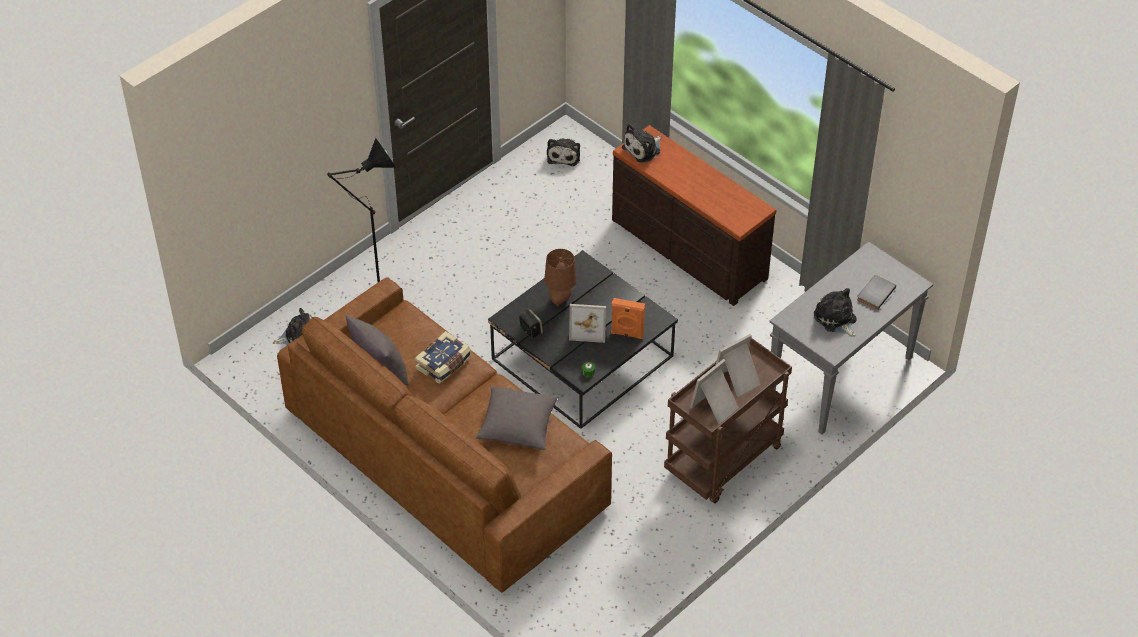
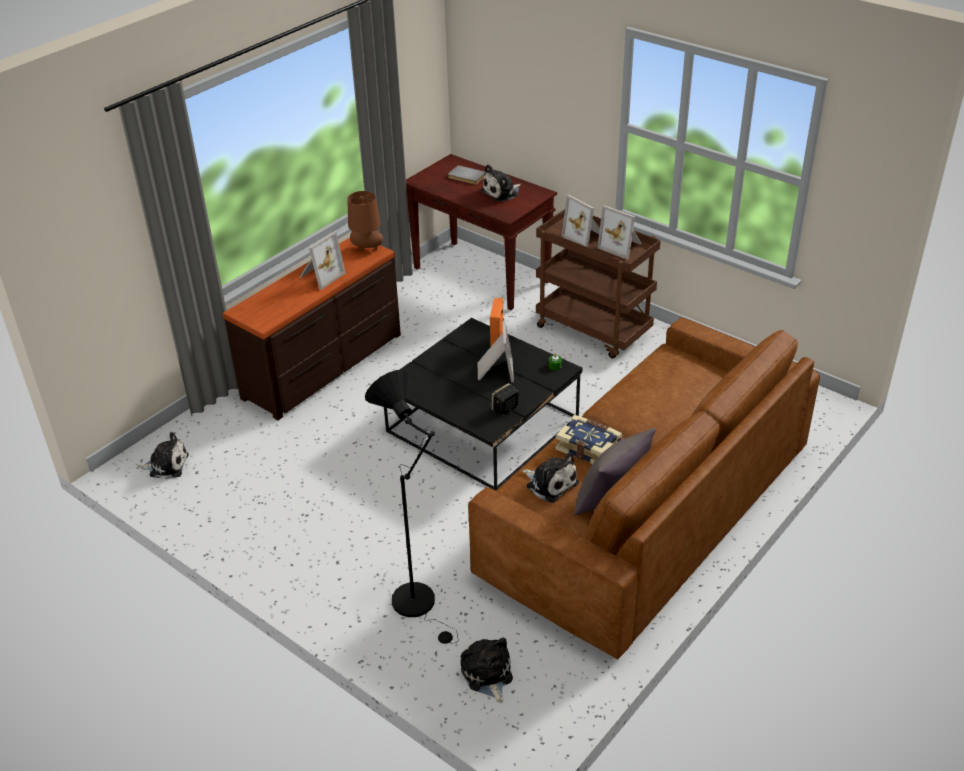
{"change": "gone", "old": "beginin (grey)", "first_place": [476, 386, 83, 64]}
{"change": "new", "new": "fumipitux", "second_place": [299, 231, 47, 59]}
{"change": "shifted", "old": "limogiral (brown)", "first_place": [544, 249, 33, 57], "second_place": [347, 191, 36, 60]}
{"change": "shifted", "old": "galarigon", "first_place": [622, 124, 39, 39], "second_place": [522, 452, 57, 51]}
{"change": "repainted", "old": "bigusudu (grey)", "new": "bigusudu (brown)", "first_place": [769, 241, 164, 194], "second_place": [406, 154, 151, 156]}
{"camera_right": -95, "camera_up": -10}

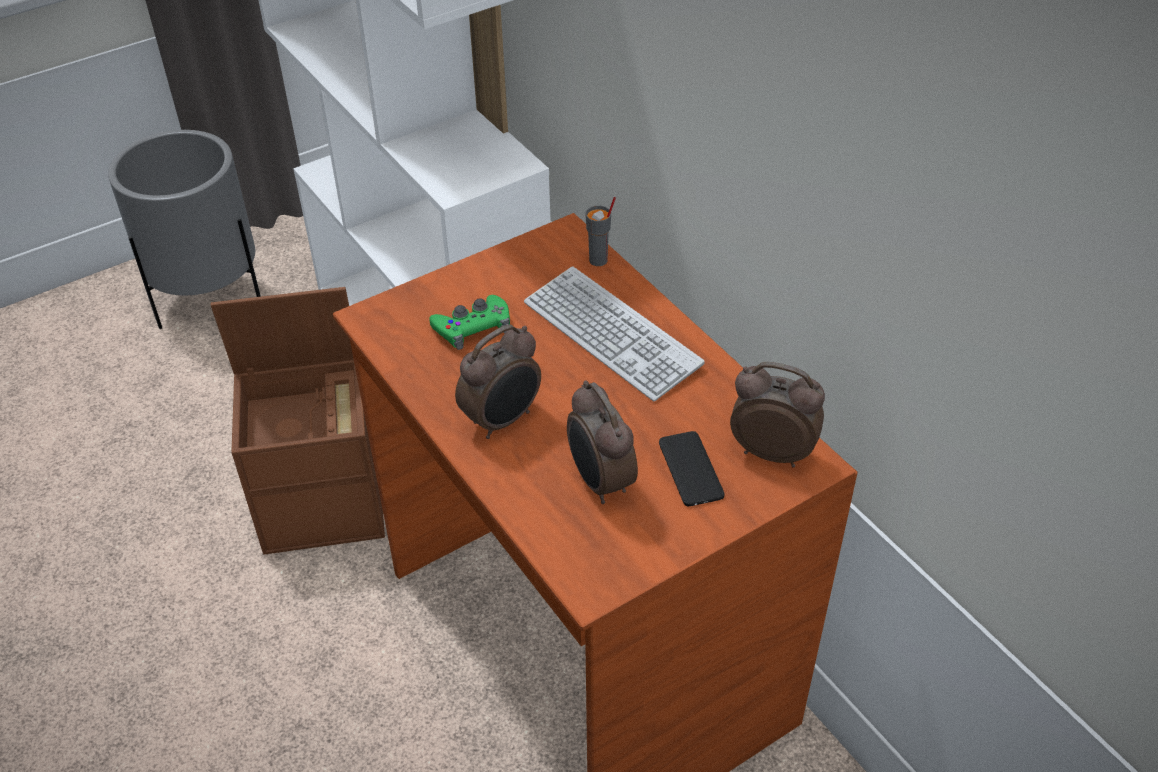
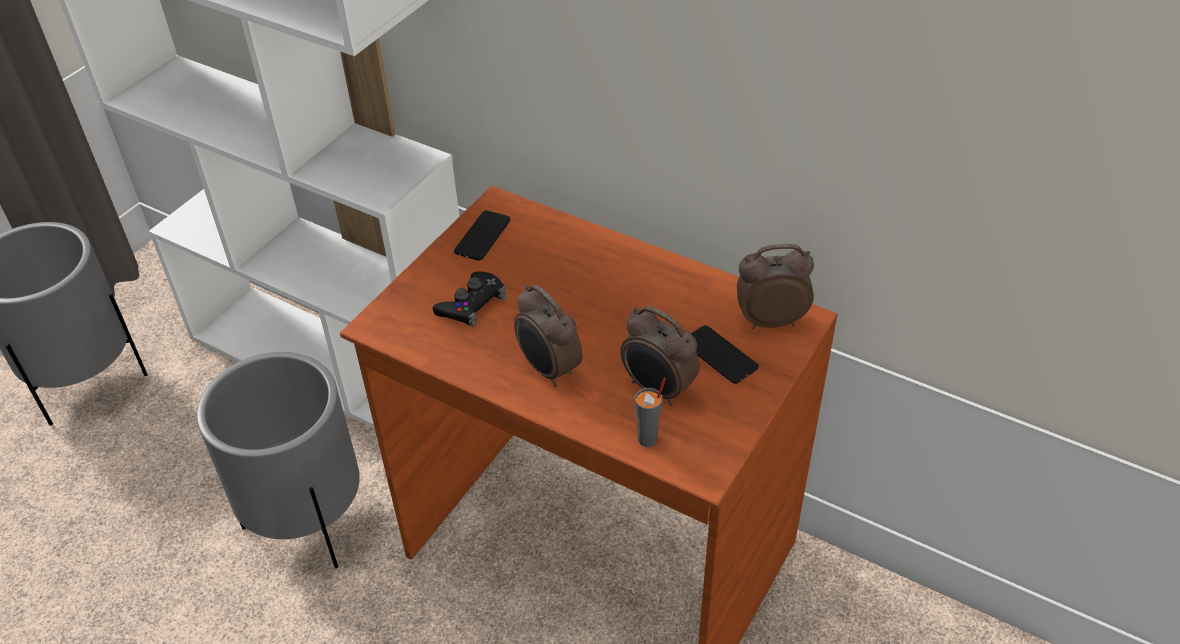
{"change": "gone", "old": "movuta", "first_place": [524, 267, 181, 134]}
{"change": "new", "new": "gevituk", "second_place": [454, 210, 56, 51]}
{"change": "shifted", "old": "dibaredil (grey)", "first_place": [586, 197, 30, 69], "second_place": [635, 378, 31, 69]}
{"change": "swapped", "old": "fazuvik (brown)", "new": "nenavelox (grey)", "first_place": [211, 287, 174, 268], "second_place": [197, 352, 163, 216]}
{"change": "repainted", "old": "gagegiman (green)", "new": "gagegiman (black)", "first_place": [429, 295, 81, 55], "second_place": [433, 272, 73, 54]}
{"change": "rotated", "old": "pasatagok", "first_place": [455, 324, 86, 115], "second_place": [514, 285, 69, 102], "degrees": 120}
{"camera_right": -25, "camera_up": 0}

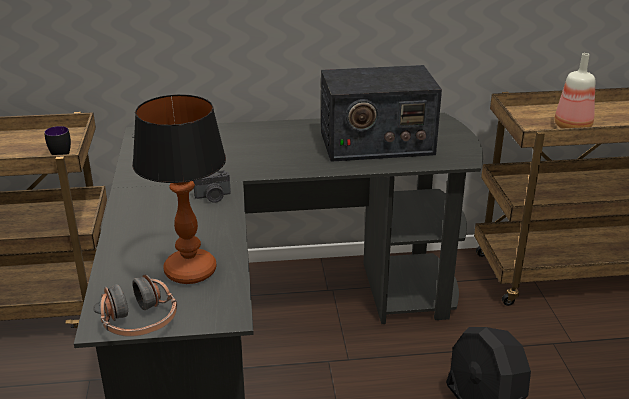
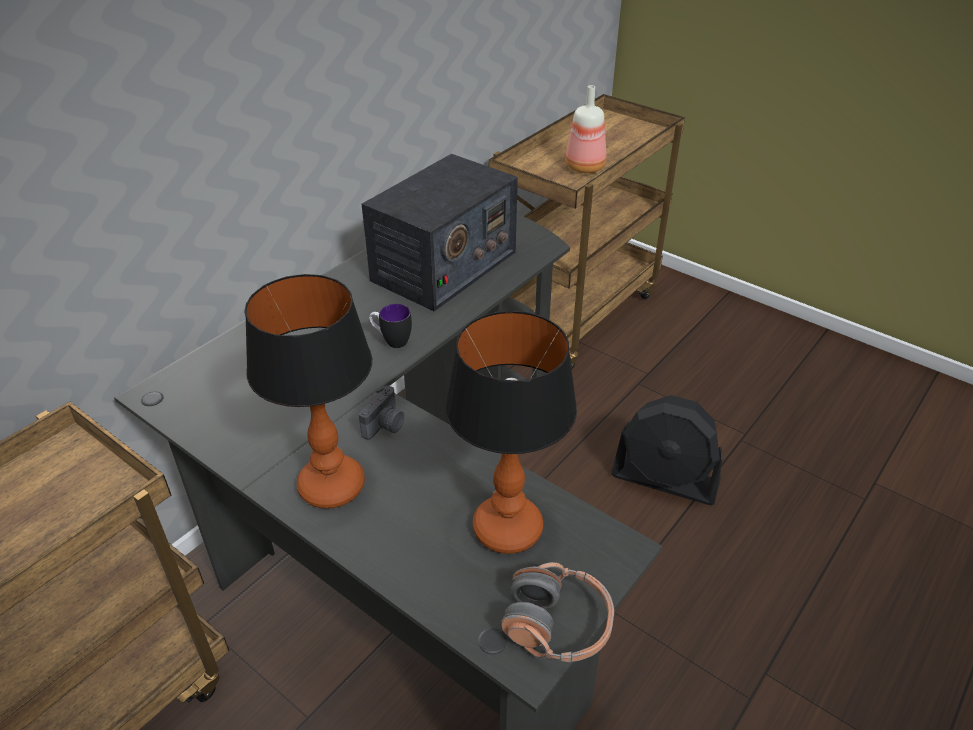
{"change": "new", "new": "limogiral", "second_place": [244, 274, 128, 235]}
{"change": "shifted", "old": "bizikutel", "first_place": [44, 126, 27, 29], "second_place": [369, 304, 43, 44]}
{"camera_right": -45, "camera_up": 10}

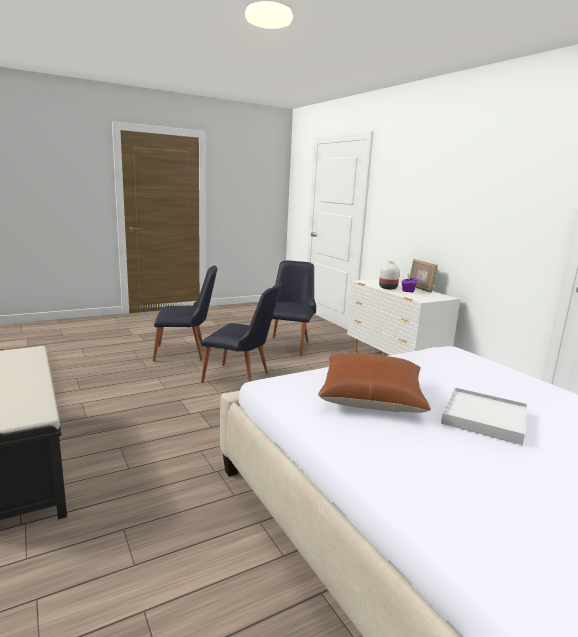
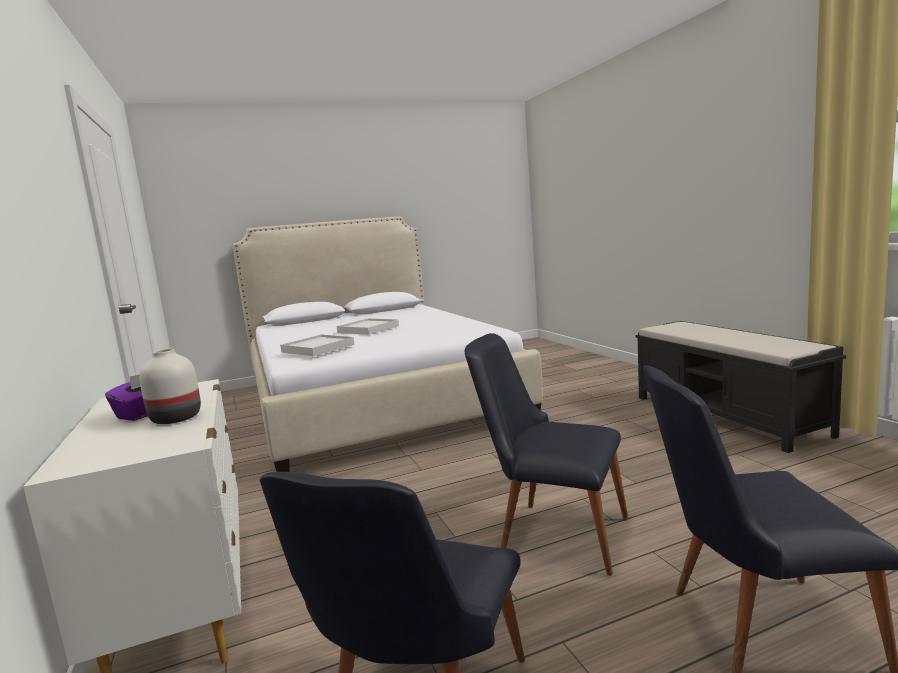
{"change": "gone", "old": "beginin (brown)", "first_place": [318, 353, 113, 60]}
{"change": "gone", "old": "fumipitux", "first_place": [410, 259, 28, 34]}
{"change": "new", "new": "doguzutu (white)", "second_place": [280, 334, 74, 22]}
{"camera_right": -170, "camera_up": -5}

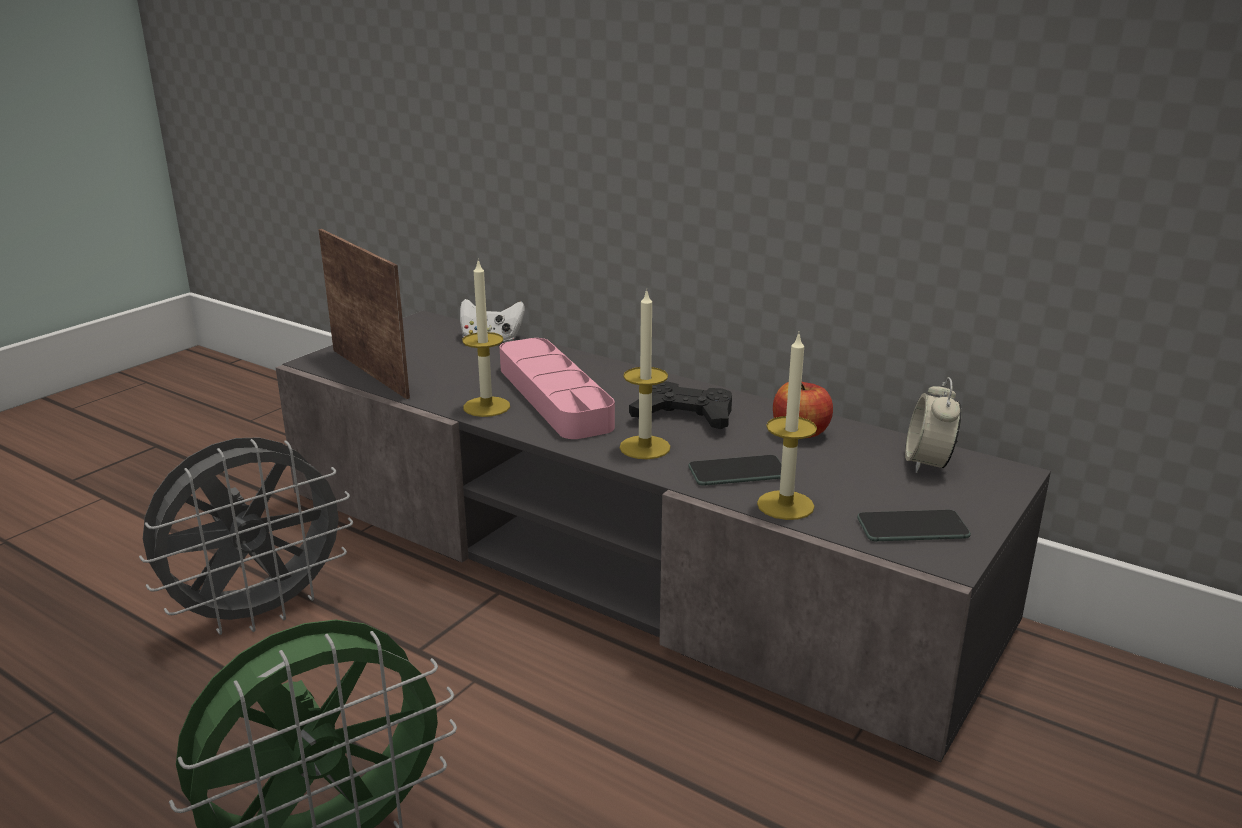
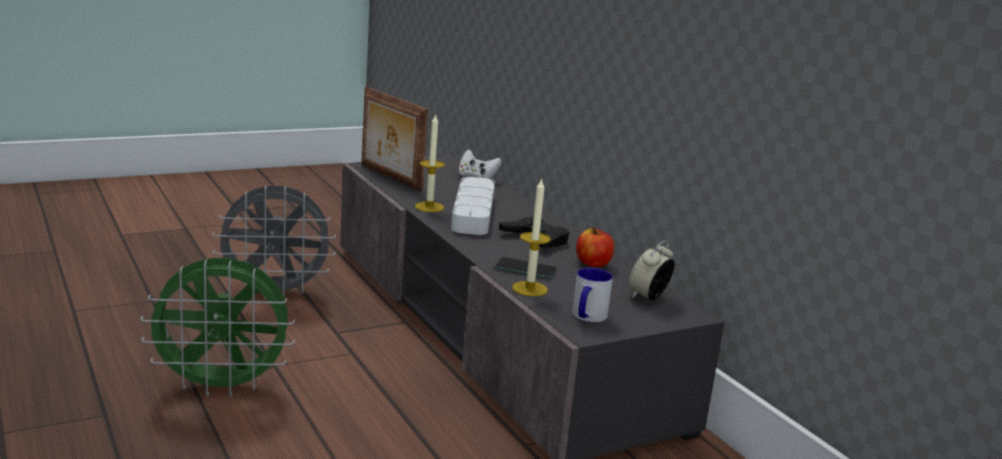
{"change": "gone", "old": "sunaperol", "first_place": [619, 289, 51, 170]}
{"change": "swapped", "old": "gevituk", "new": "bizikutel", "first_place": [857, 510, 114, 31], "second_place": [572, 268, 41, 54]}
{"change": "repainted", "old": "doguzutu (pink)", "new": "doguzutu (grey)", "first_place": [500, 338, 115, 101], "second_place": [451, 177, 44, 58]}
{"change": "rotated", "old": "fumipitux", "first_place": [318, 229, 92, 170], "second_place": [362, 87, 66, 104], "degrees": 150}
{"camera_right": 25, "camera_up": -5}

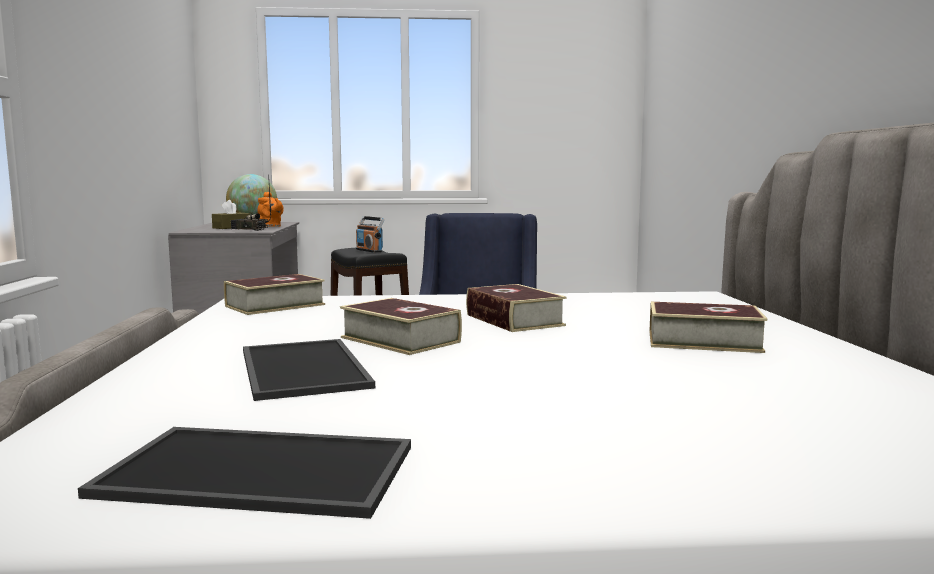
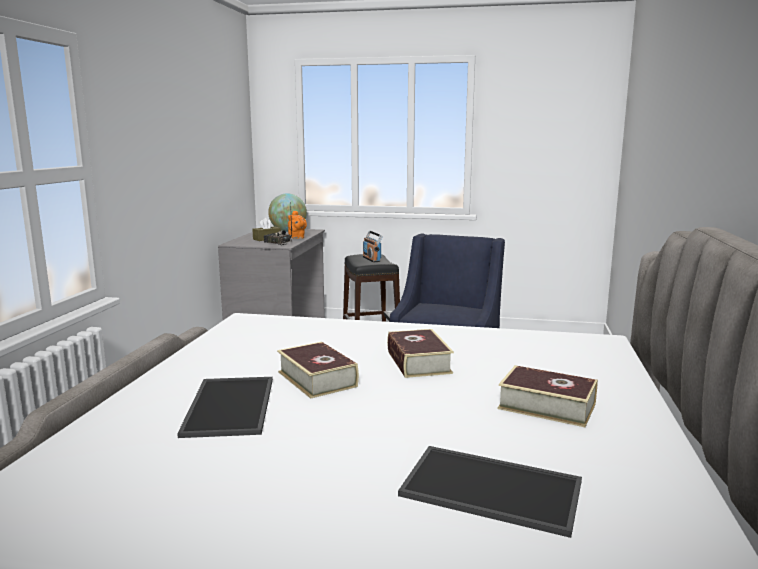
{"change": "gone", "old": "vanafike", "first_place": [224, 274, 101, 41]}
{"change": "shifted", "old": "doguzutu", "first_place": [78, 427, 333, 92], "second_place": [398, 446, 184, 92]}
{"camera_right": 15, "camera_up": 5}

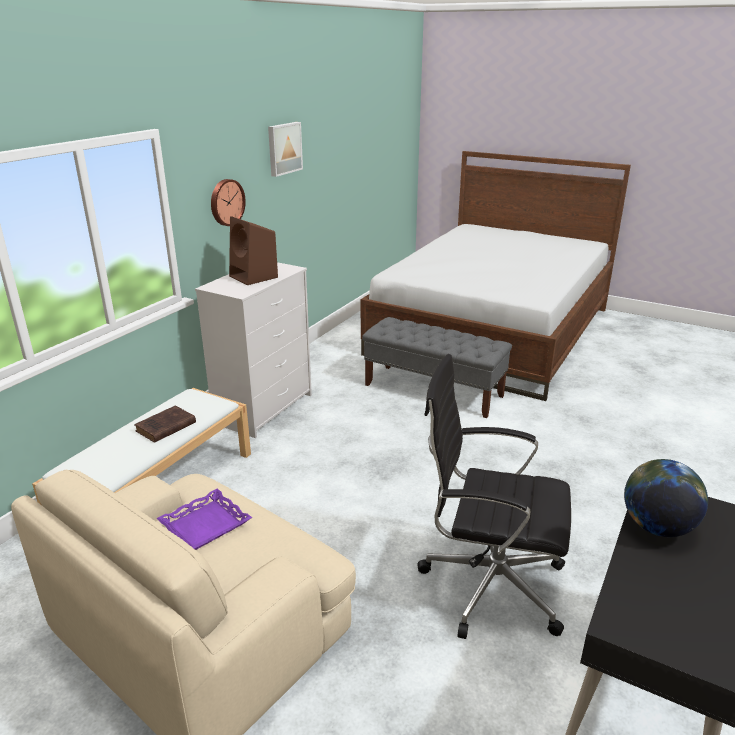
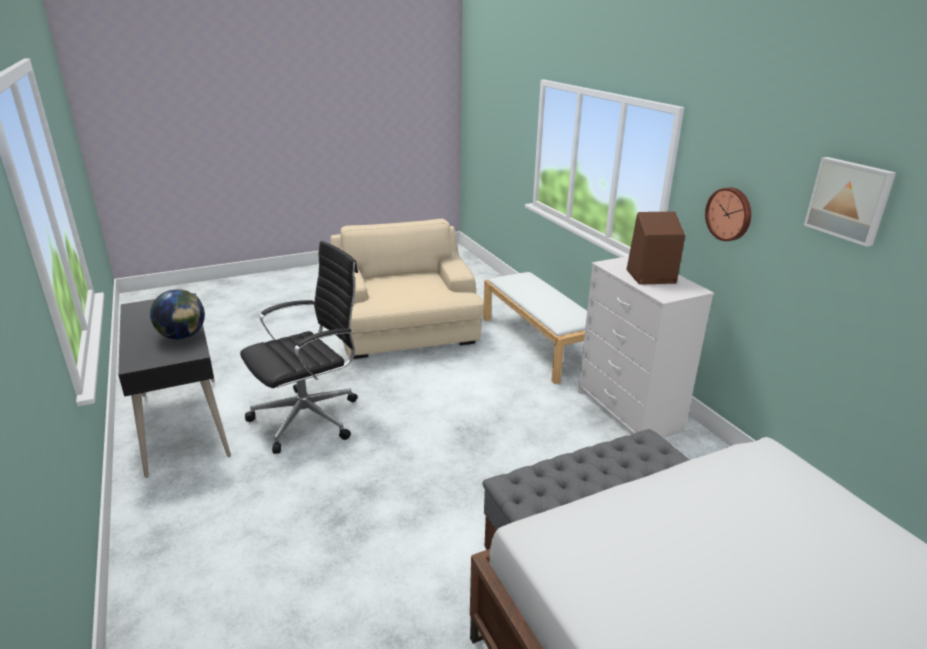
{"change": "gone", "old": "vanafike (brown)", "first_place": [134, 406, 62, 37]}
{"change": "gone", "old": "doguzutu (purple)", "first_place": [156, 488, 96, 62]}
{"camera_right": 125, "camera_up": 0}

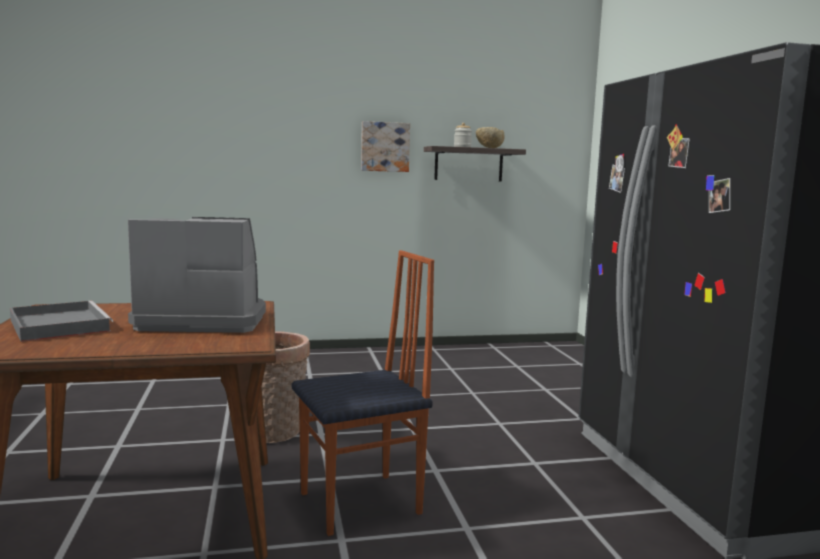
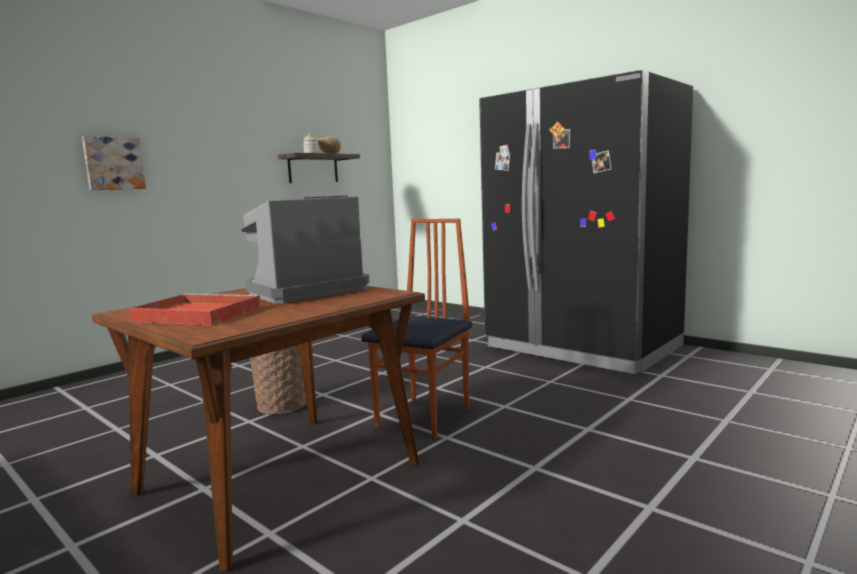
{"change": "shifted", "old": "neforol", "first_place": [361, 121, 49, 51], "second_place": [82, 136, 64, 54]}
{"change": "repainted", "old": "doguzutu (grey)", "new": "doguzutu (red)", "first_place": [10, 301, 103, 41], "second_place": [129, 294, 132, 31]}
{"camera_right": -35, "camera_up": 0}

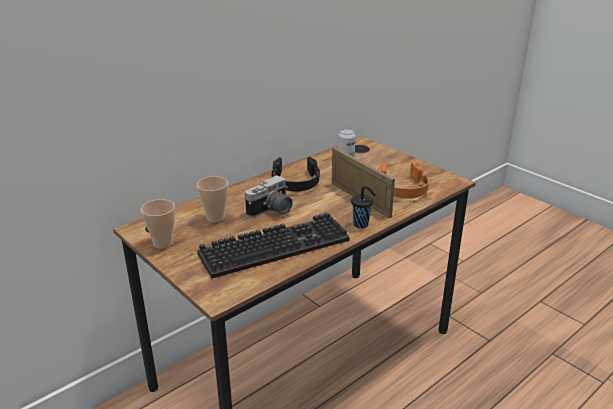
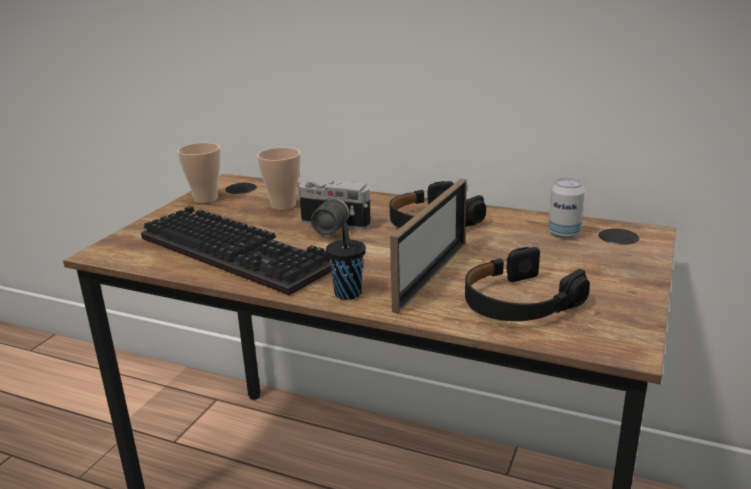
{"change": "repainted", "old": "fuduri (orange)", "new": "fuduri (black)", "first_place": [378, 162, 51, 36], "second_place": [465, 247, 125, 74]}
{"camera_right": 65, "camera_up": -5}

